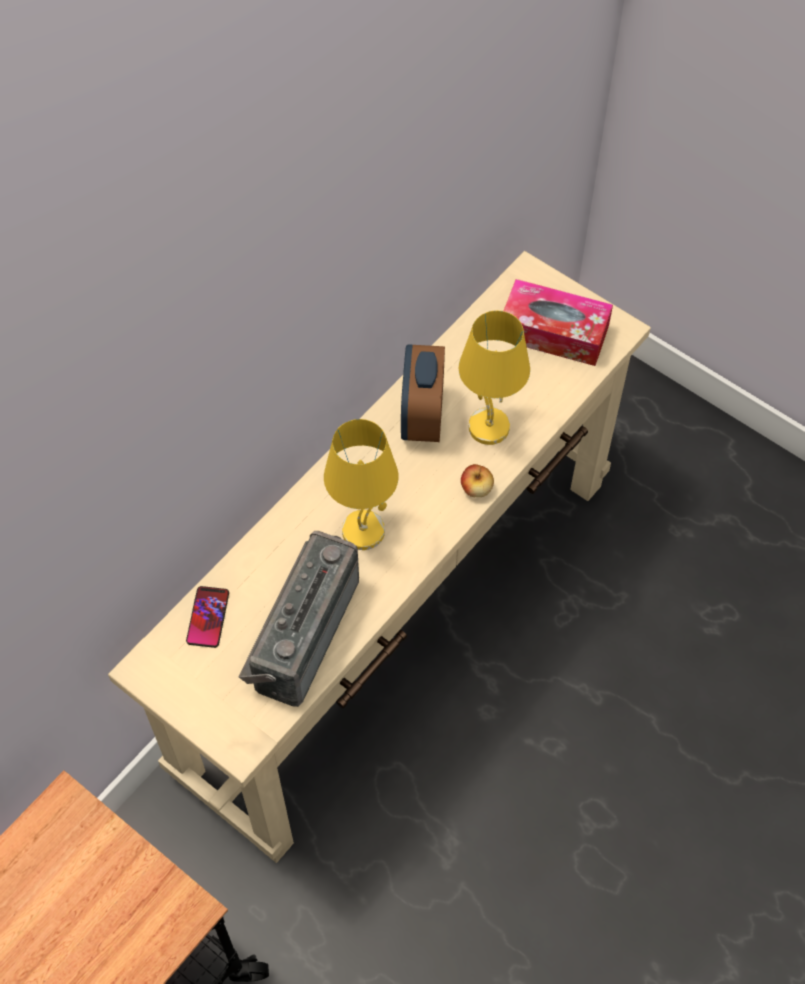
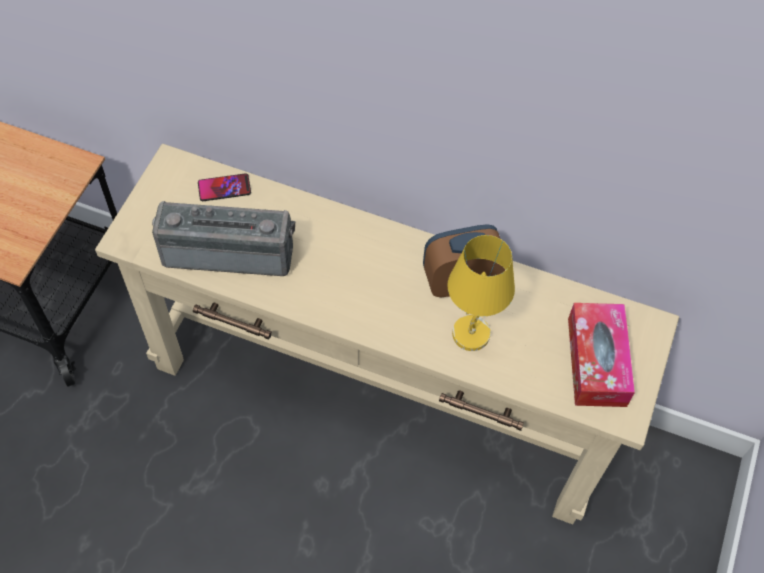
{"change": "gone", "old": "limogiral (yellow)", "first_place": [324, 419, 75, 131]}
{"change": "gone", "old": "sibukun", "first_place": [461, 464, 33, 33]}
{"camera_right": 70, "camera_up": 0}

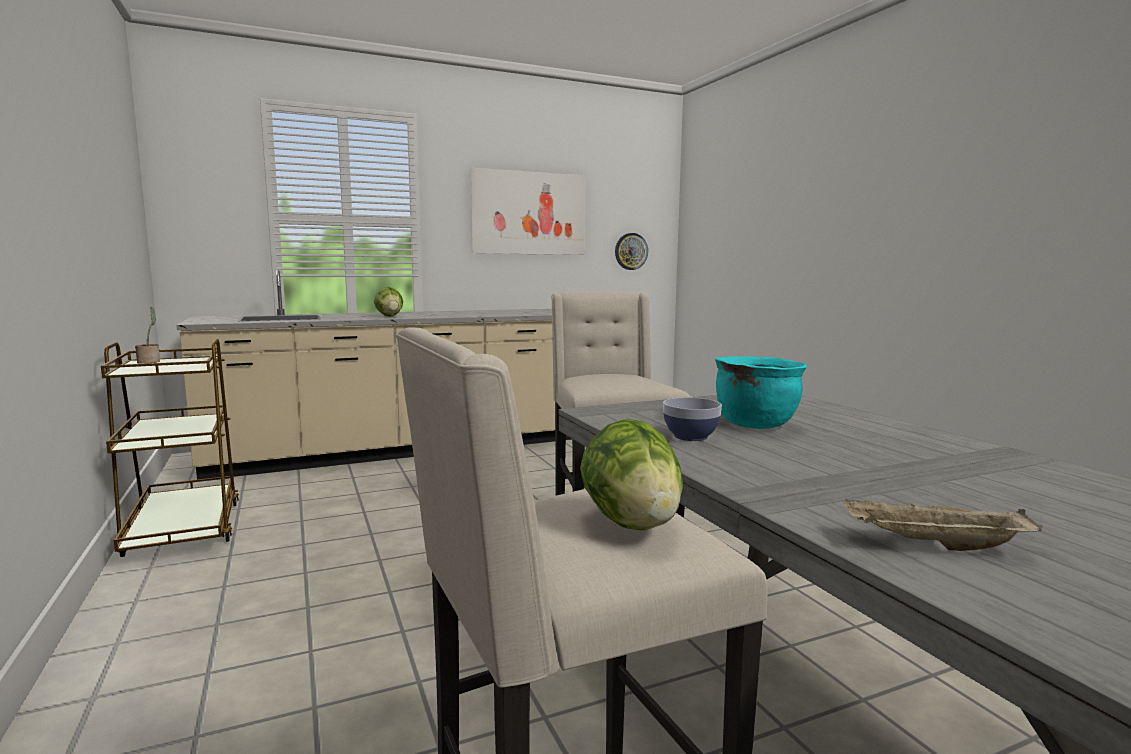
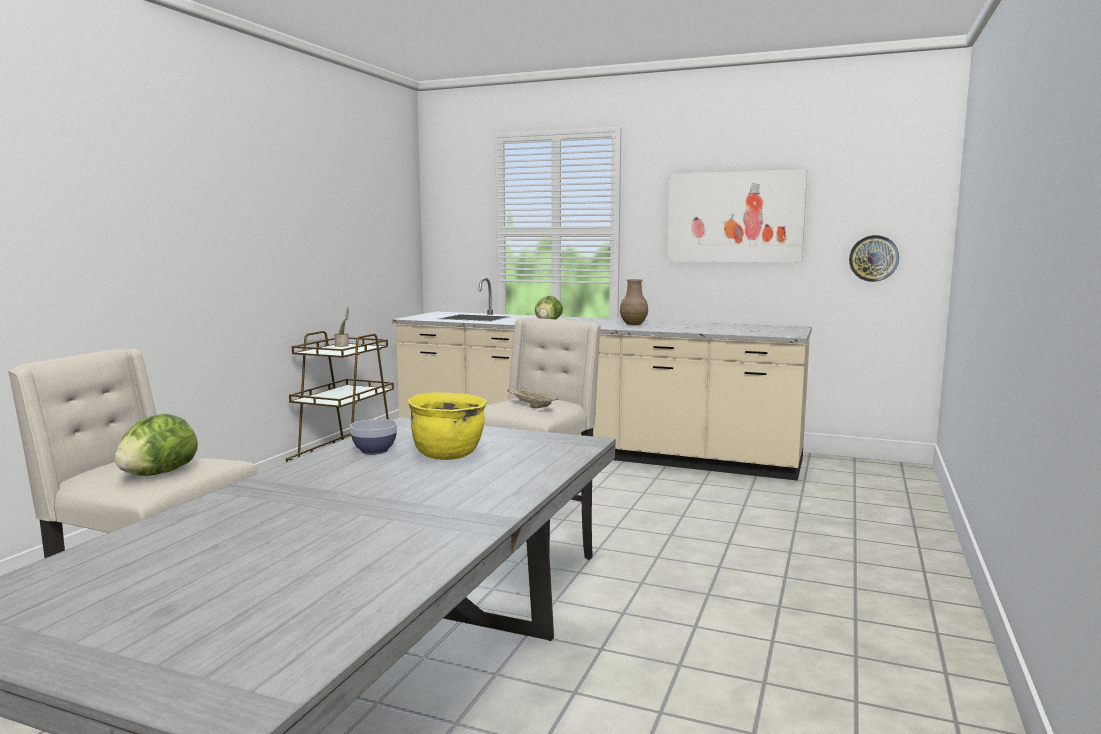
{"change": "new", "new": "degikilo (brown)", "second_place": [620, 279, 28, 46]}
{"change": "shifted", "old": "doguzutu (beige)", "first_place": [844, 498, 198, 53], "second_place": [507, 387, 51, 21]}
{"change": "repainted", "old": "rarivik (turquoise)", "new": "rarivik (yellow)", "first_place": [715, 356, 92, 73], "second_place": [408, 392, 79, 68]}
{"camera_right": 45, "camera_up": 0}

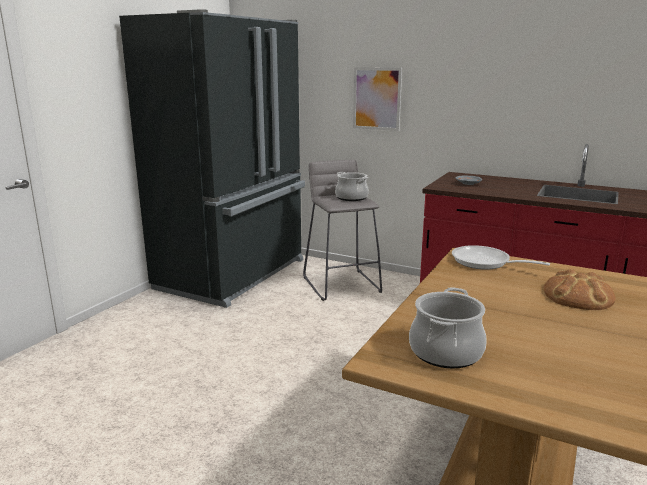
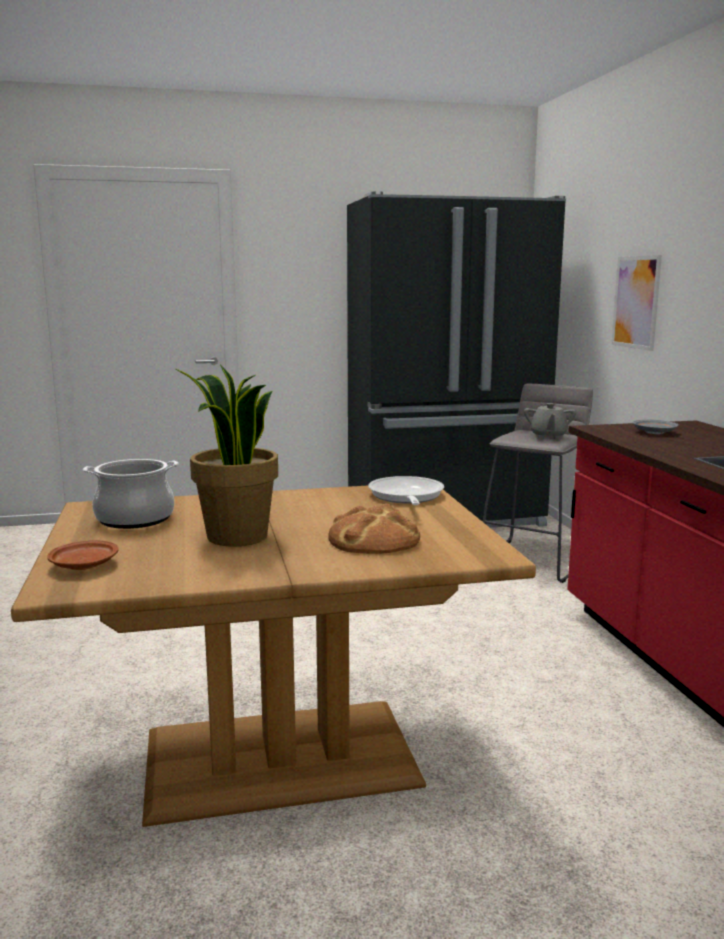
{"change": "new", "new": "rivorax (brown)", "second_place": [47, 540, 72, 30]}
{"change": "new", "new": "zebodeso", "second_place": [176, 364, 102, 183]}
{"change": "swapped", "old": "rarivik", "new": "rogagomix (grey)", "first_place": [335, 172, 34, 29], "second_place": [524, 403, 52, 37]}
{"camera_right": 50, "camera_up": -5}

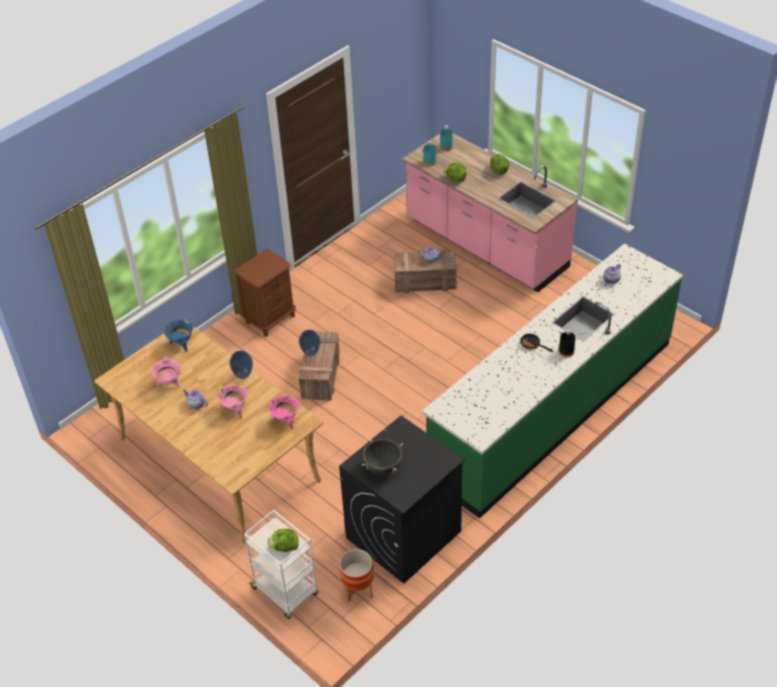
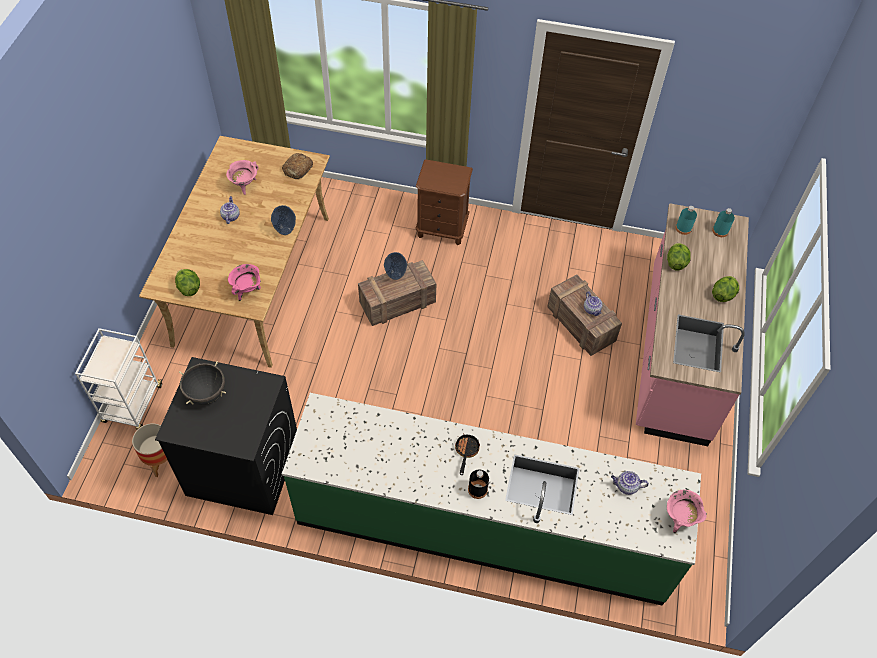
{"change": "shifted", "old": "rarivik (pink)", "first_place": [217, 384, 31, 34], "second_place": [667, 490, 40, 43]}
{"change": "shifted", "old": "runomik", "first_place": [267, 529, 32, 23], "second_place": [175, 269, 25, 27]}
{"change": "swapped", "old": "rarivik (blue)", "new": "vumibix", "first_place": [164, 319, 30, 33], "second_place": [282, 153, 31, 26]}
{"camera_right": 55, "camera_up": 10}

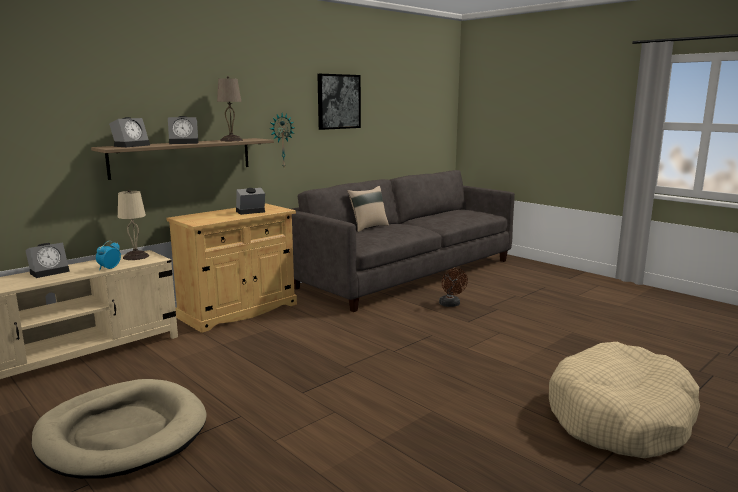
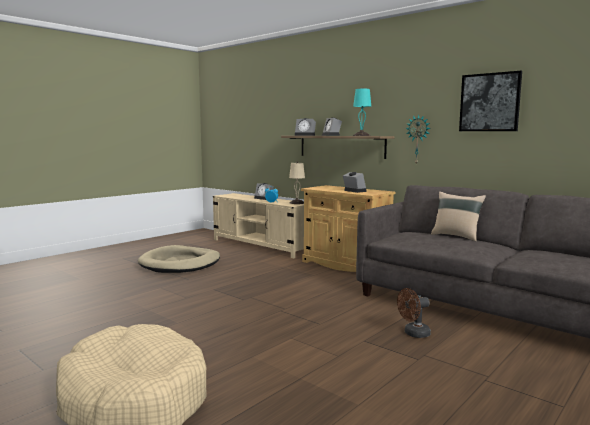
{"change": "repainted", "old": "limogiral (beige)", "new": "limogiral (turquoise)", "first_place": [217, 76, 26, 65], "second_place": [353, 87, 18, 49]}
{"camera_right": 85, "camera_up": -5}

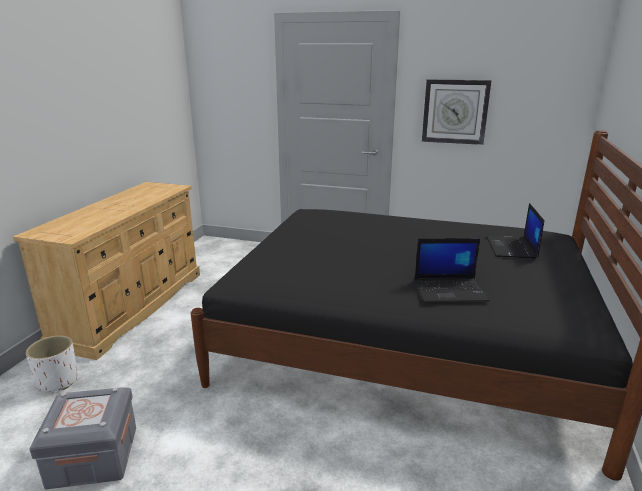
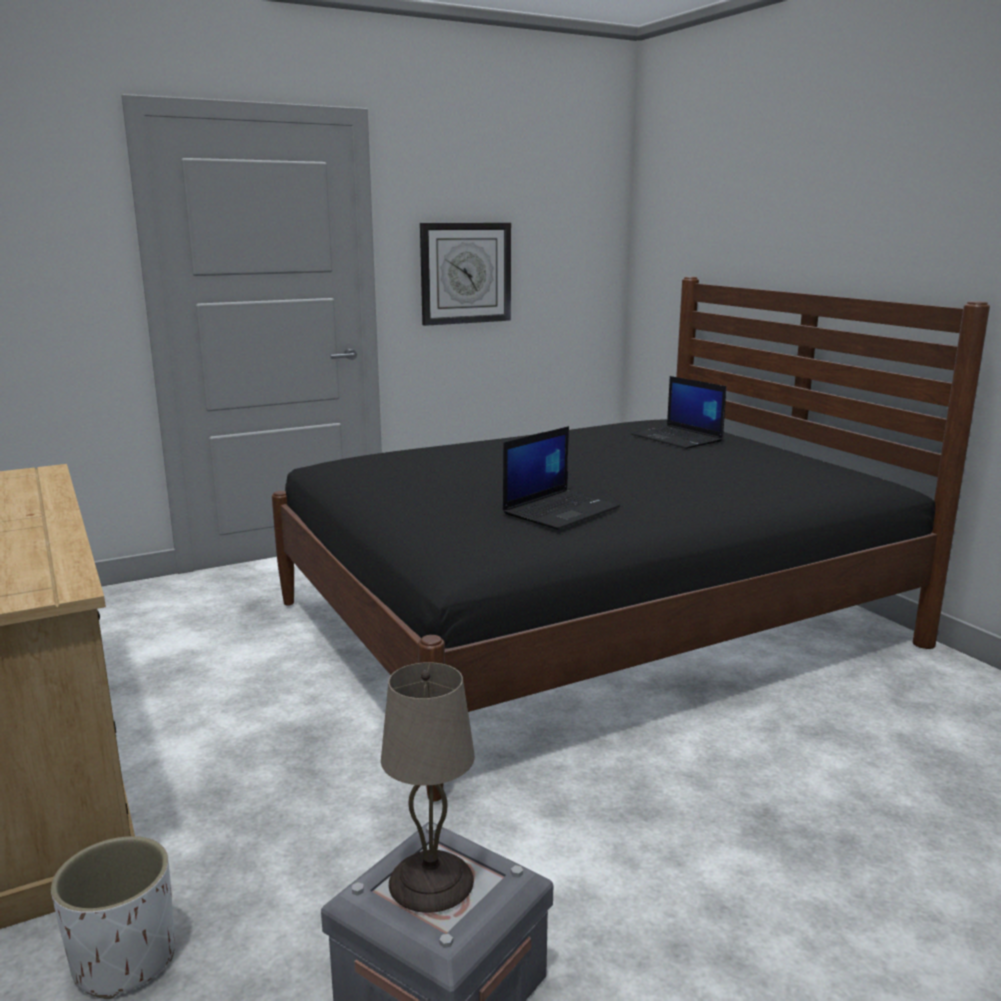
{"change": "new", "new": "limogiral (beige)", "second_place": [381, 662, 94, 251]}
{"change": "shifted", "old": "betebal", "first_place": [415, 238, 75, 64], "second_place": [503, 426, 117, 104]}
{"camera_right": -45, "camera_up": -5}

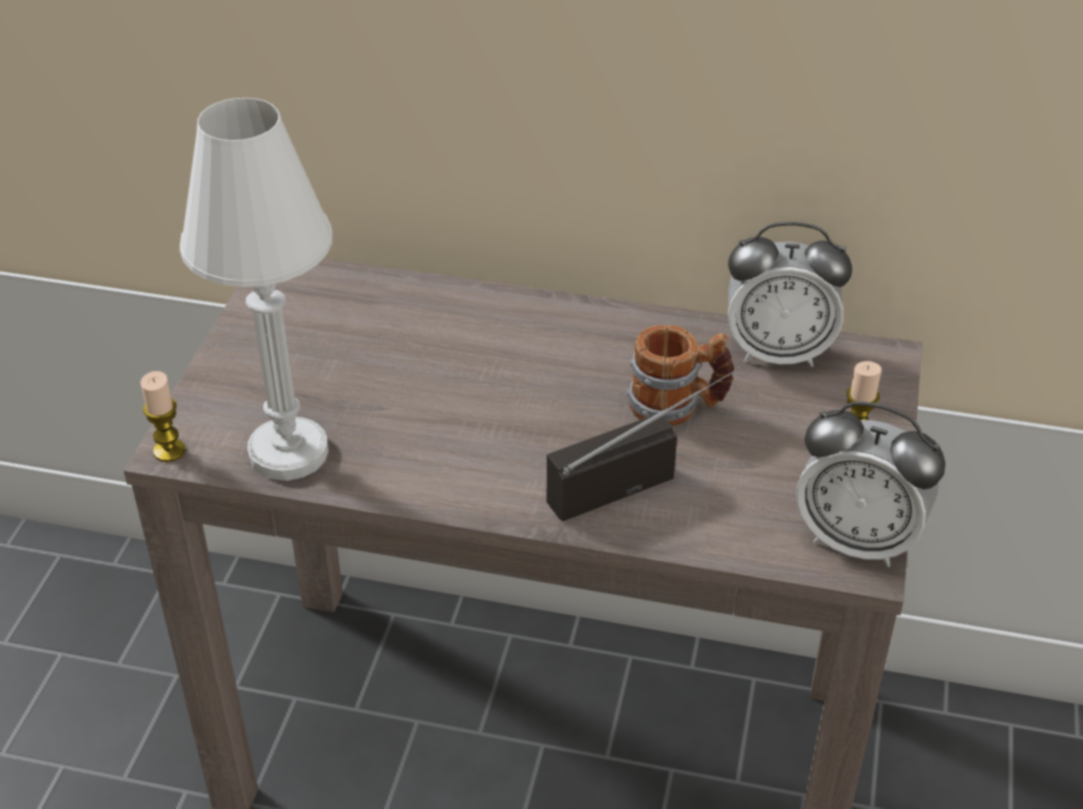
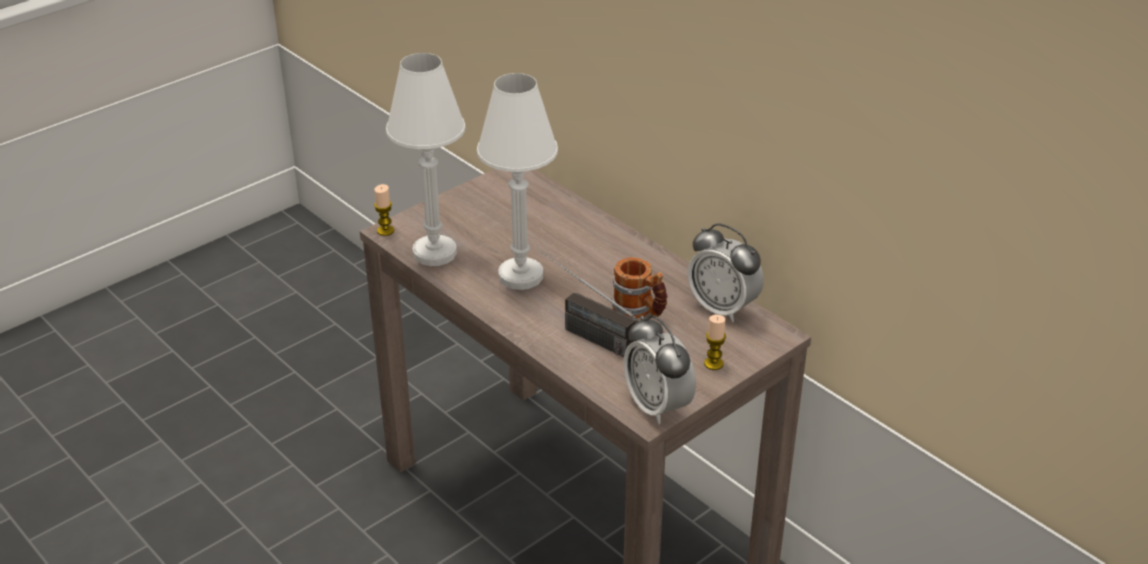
{"change": "new", "new": "limogiral (white)", "second_place": [477, 73, 81, 217]}
{"change": "rotated", "old": "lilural", "first_place": [546, 367, 195, 155], "second_place": [542, 252, 96, 105], "degrees": -150}
{"camera_right": 35, "camera_up": -5}

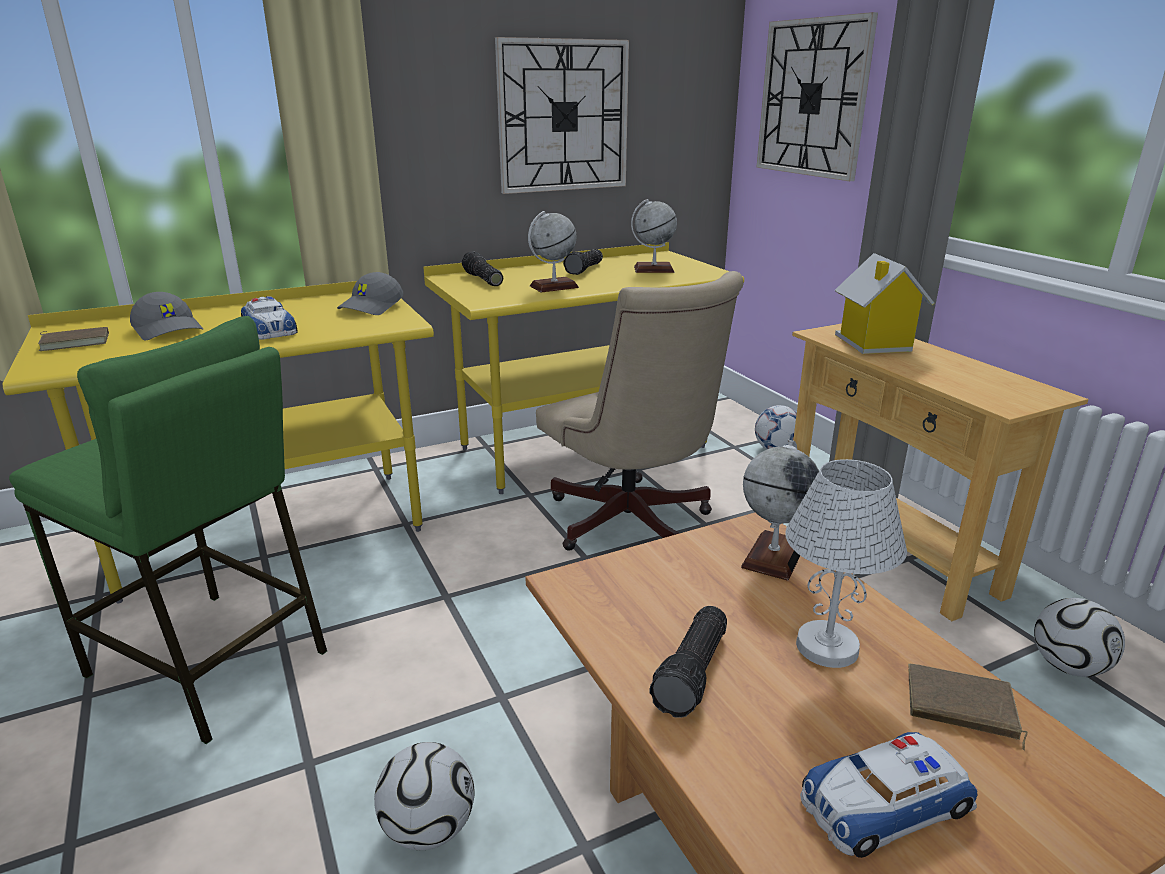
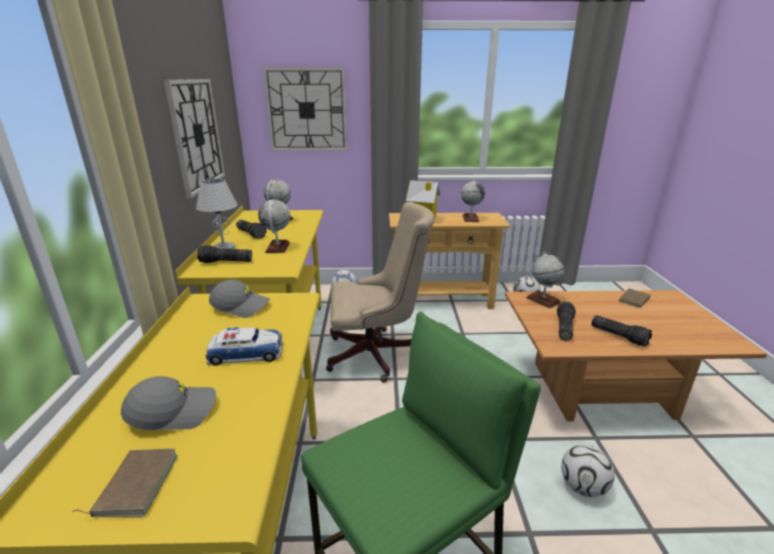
{"change": "gone", "old": "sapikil", "first_place": [800, 732, 178, 126]}
{"change": "new", "new": "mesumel", "second_place": [461, 179, 24, 43]}
{"change": "new", "new": "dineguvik", "second_place": [557, 302, 19, 39]}
{"change": "shifted", "old": "limogiral (white)", "first_place": [785, 459, 122, 209], "second_place": [196, 179, 42, 70]}
{"change": "rotated", "old": "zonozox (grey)", "first_place": [337, 272, 66, 43], "second_place": [209, 280, 61, 38], "degrees": -45}
{"camera_right": -65, "camera_up": 0}

